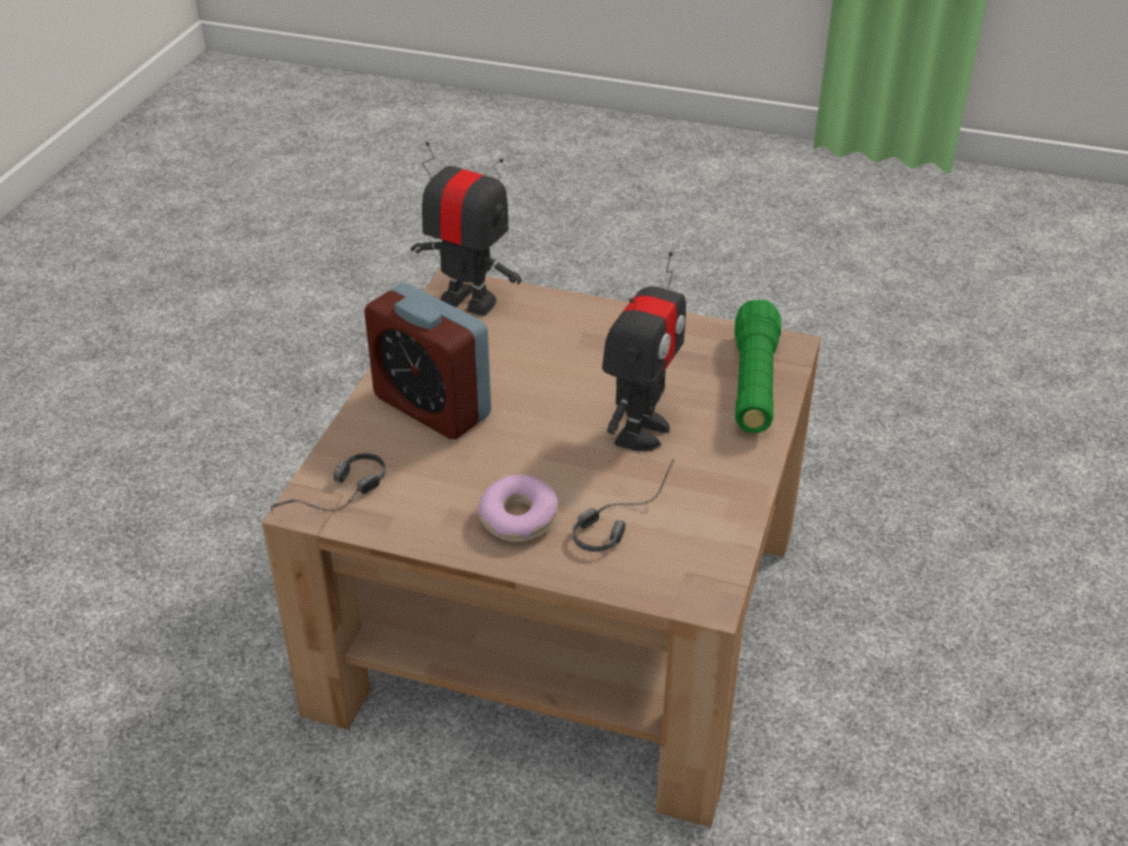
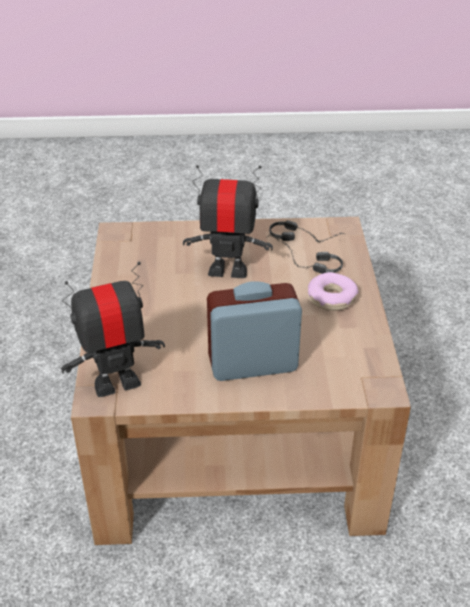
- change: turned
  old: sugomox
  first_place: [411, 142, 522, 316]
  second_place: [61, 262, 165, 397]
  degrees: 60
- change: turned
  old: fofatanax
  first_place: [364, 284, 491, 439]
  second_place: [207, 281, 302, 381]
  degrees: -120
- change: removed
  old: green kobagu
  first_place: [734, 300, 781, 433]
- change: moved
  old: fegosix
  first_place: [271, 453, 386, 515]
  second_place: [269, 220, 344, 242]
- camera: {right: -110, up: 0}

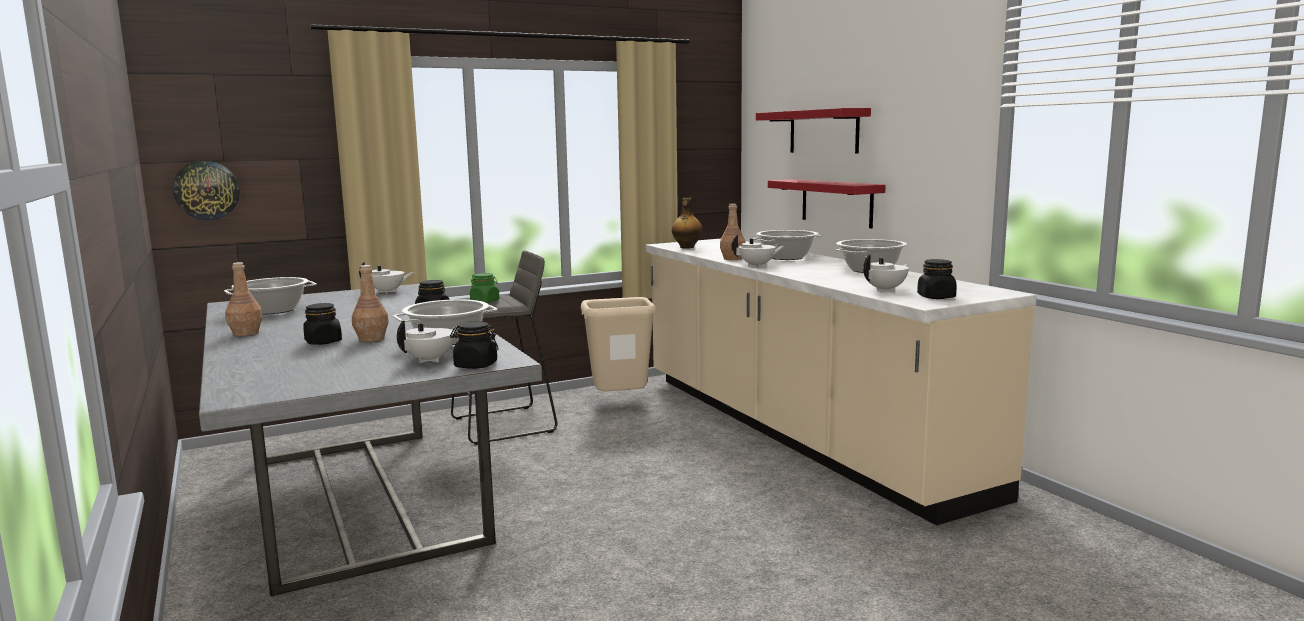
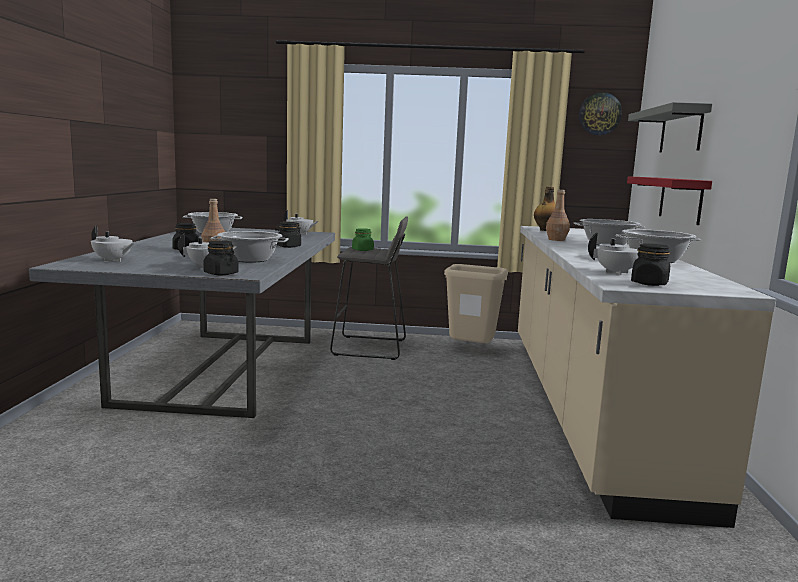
- change: recoloured
  old: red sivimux
  new: grey sivimux
  first_place: [756, 108, 871, 154]
  second_place: [628, 102, 712, 153]
- change: moved
  old: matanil
  first_place: [173, 160, 240, 220]
  second_place: [579, 92, 622, 135]
- change: moved
  old: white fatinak
  first_place: [732, 234, 784, 267]
  second_place: [91, 226, 135, 262]
- change: removed
  old: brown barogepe
  first_place: [225, 262, 263, 336]
- camera: {right: 30, up: 0}

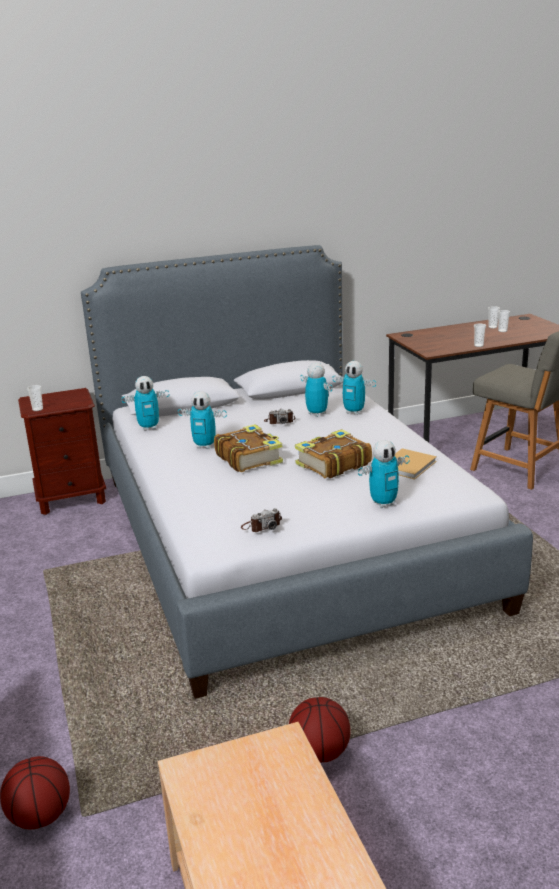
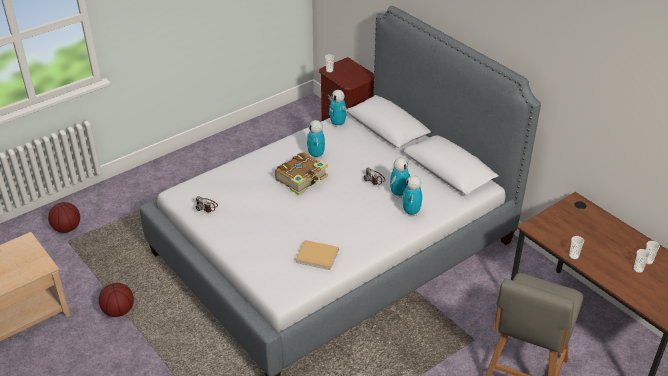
- change: removed
  old: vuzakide
  first_place: [295, 429, 372, 478]
- change: removed
  old: sugomox
  first_place: [358, 440, 410, 508]
- camera: {right: 70, up: 15}

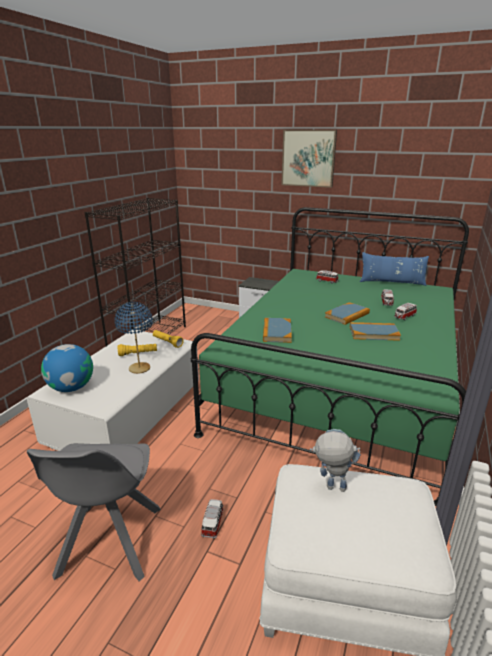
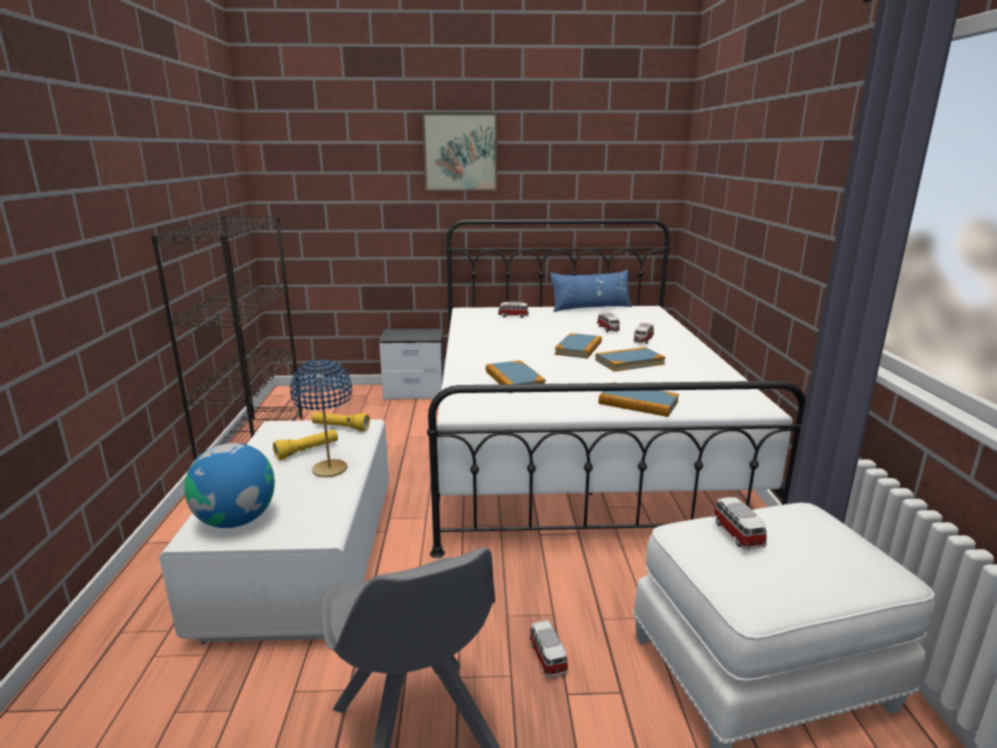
- change: recoloured
  old: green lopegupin
  new: white lopegupin
  first_place: [191, 207, 469, 506]
  second_place: [427, 219, 806, 558]
- change: replaced
  old: sugomox
  new: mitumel
  first_place: [310, 429, 361, 492]
  second_place: [713, 497, 767, 550]
- change: added
  new: vuzakide
  second_place: [599, 382, 679, 417]
- camera: {right: -25, up: -5}

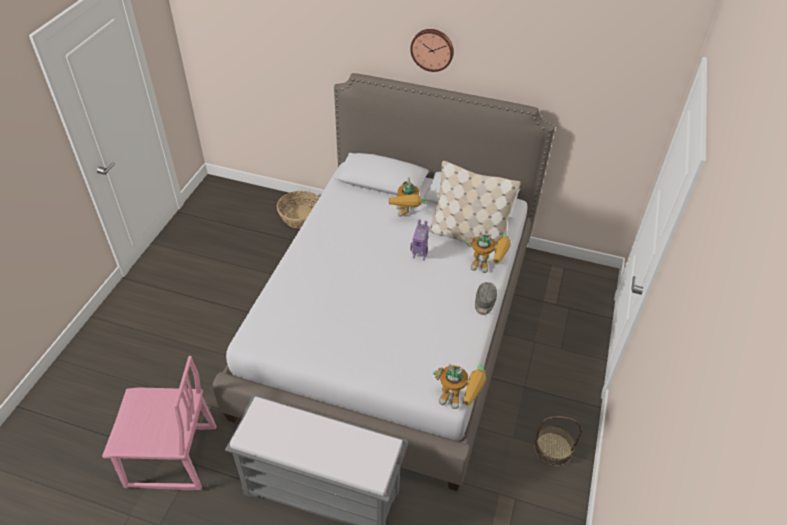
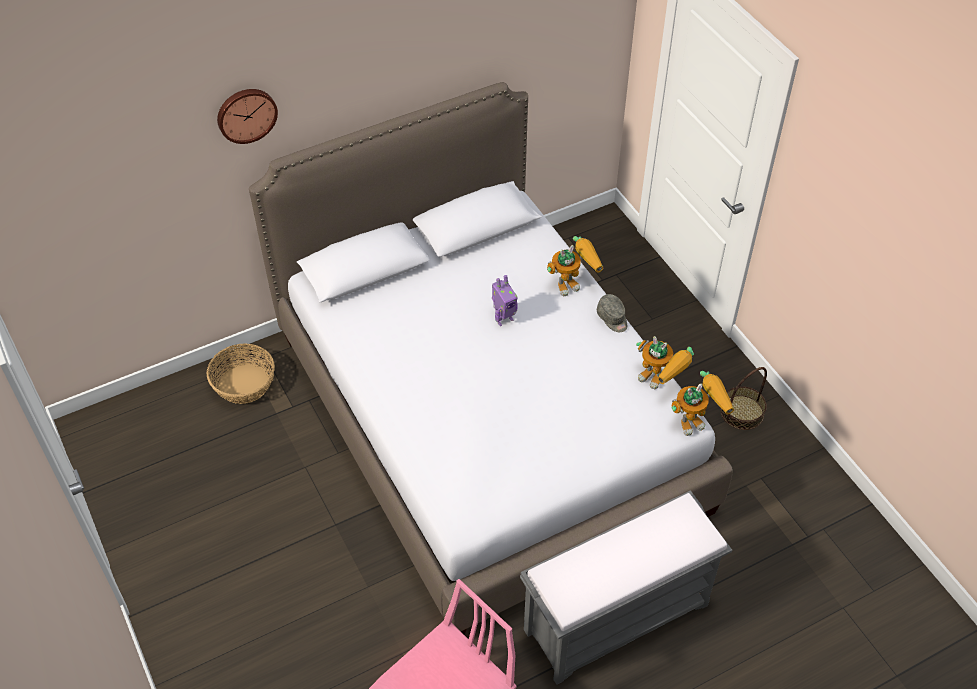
- change: moved
  old: matanil
  first_place: [410, 29, 454, 72]
  second_place: [217, 89, 278, 144]
- change: removed
  old: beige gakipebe
  first_place: [429, 161, 521, 248]
- change: moved
  old: sugomox
  first_place: [389, 177, 427, 217]
  second_place: [636, 336, 694, 390]
- camera: {right: -45, up: 5}

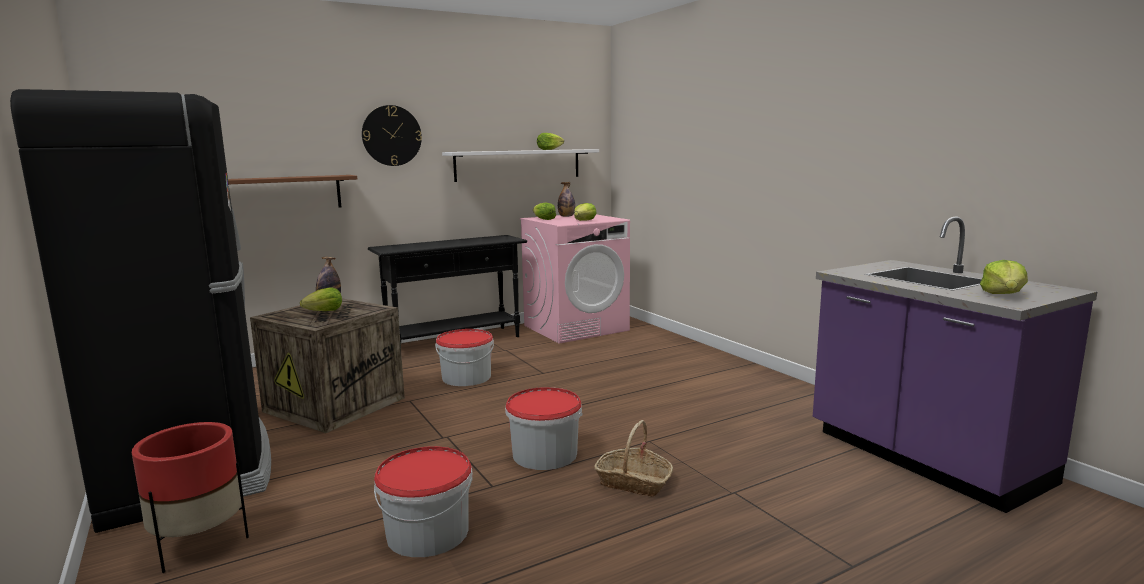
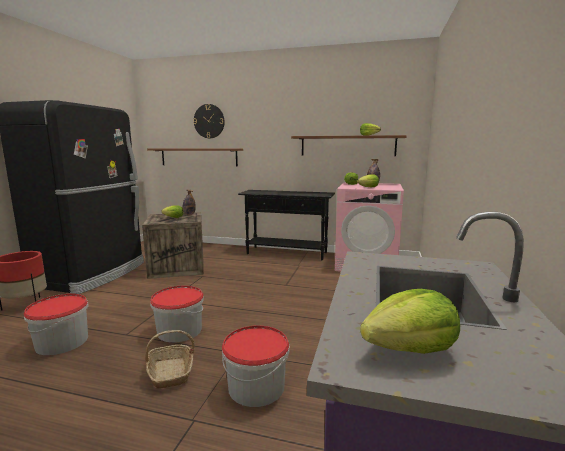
- change: moved
  old: matanil
  first_place: [362, 105, 422, 166]
  second_place: [193, 104, 225, 138]
- change: recoloured
  old: white sivimux
  new: brown sivimux
  first_place: [442, 149, 599, 182]
  second_place: [291, 135, 407, 156]
- change: moved
  old: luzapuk
  first_place: [435, 329, 494, 386]
  second_place: [222, 326, 290, 407]
- camera: {right: 45, up: 0}

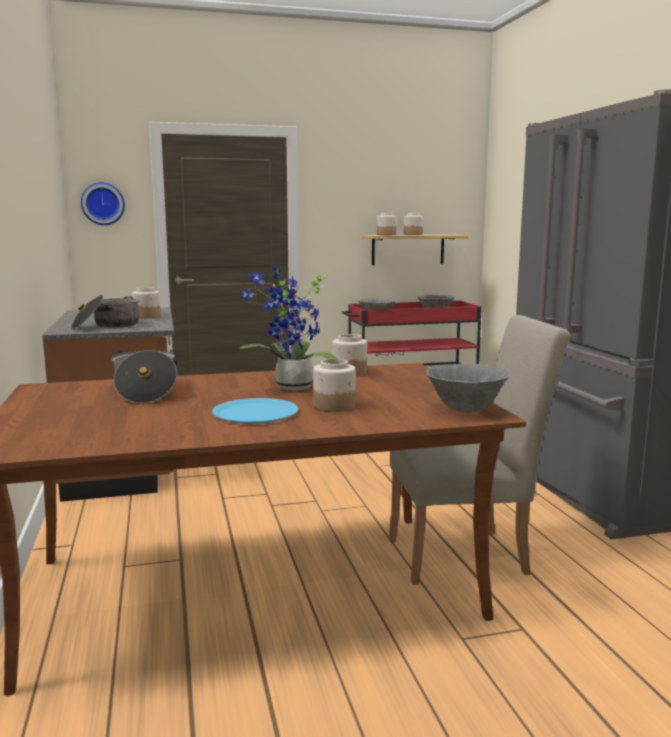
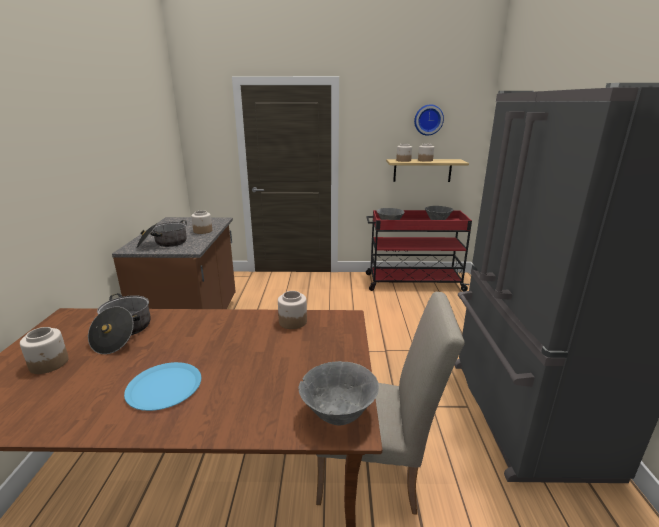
- change: moved
  old: matanil
  first_place: [81, 182, 125, 225]
  second_place: [414, 104, 444, 136]
- change: removed
  old: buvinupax
  first_place: [240, 265, 338, 390]
- change: moved
  old: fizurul
  first_place: [313, 359, 356, 412]
  second_place: [20, 327, 69, 374]
- camera: {right: 15, up: 10}

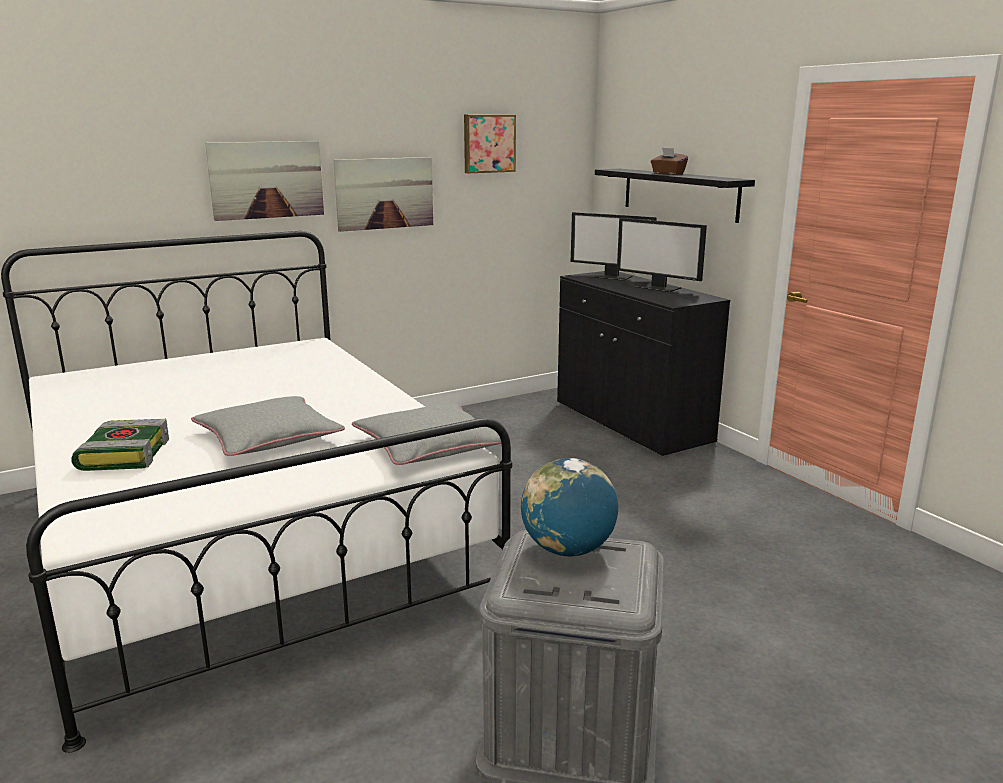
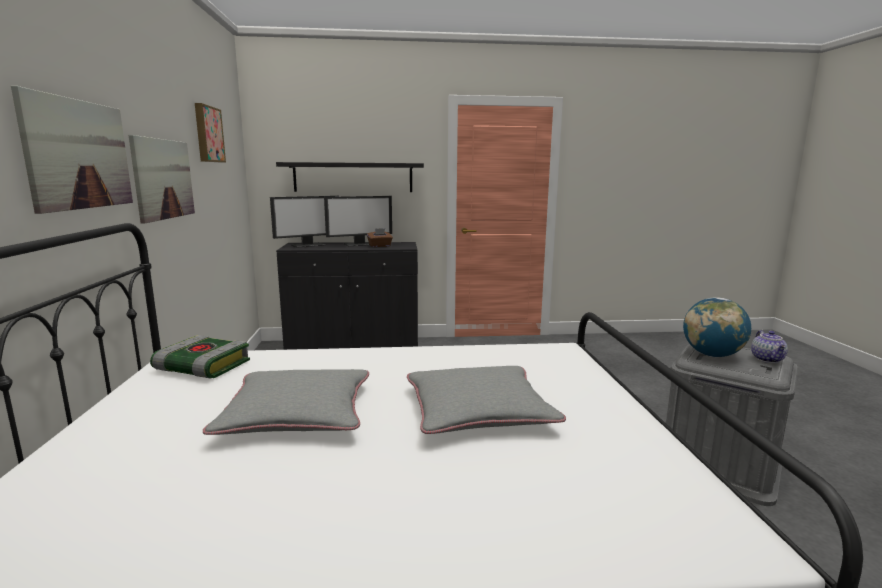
- change: moved
  old: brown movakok
  first_place: [651, 148, 688, 175]
  second_place: [367, 228, 393, 247]
- change: moved
  old: grey gakipebe
  first_place: [352, 403, 502, 465]
  second_place: [203, 369, 369, 435]
- change: moved
  old: vuzakide
  first_place: [71, 419, 169, 471]
  second_place: [150, 335, 250, 379]
- change: added
  new: fatinak
  second_place: [751, 330, 788, 363]
- camera: {right: -65, up: -5}

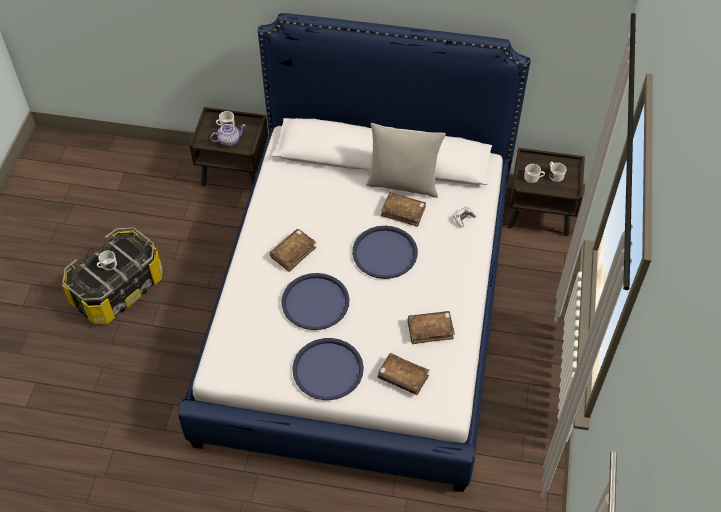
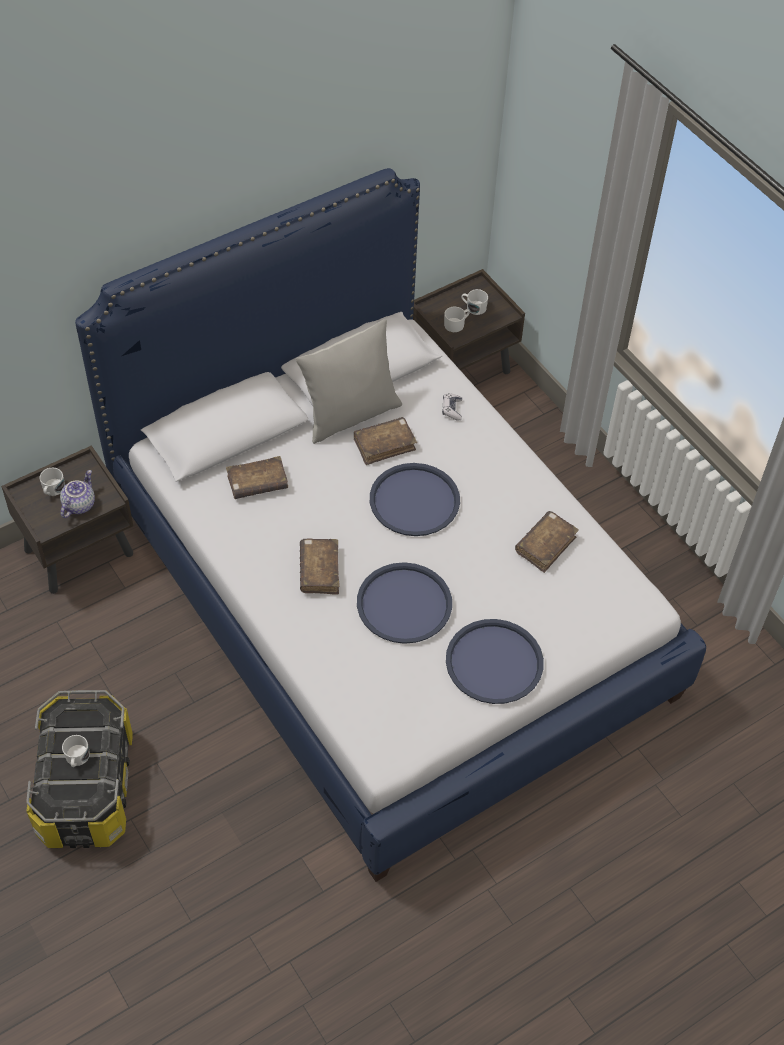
- change: moved
  old: brown vuzakide
  first_place: [378, 353, 429, 395]
  second_place: [226, 456, 288, 499]
- camera: {right: -45, up: 0}

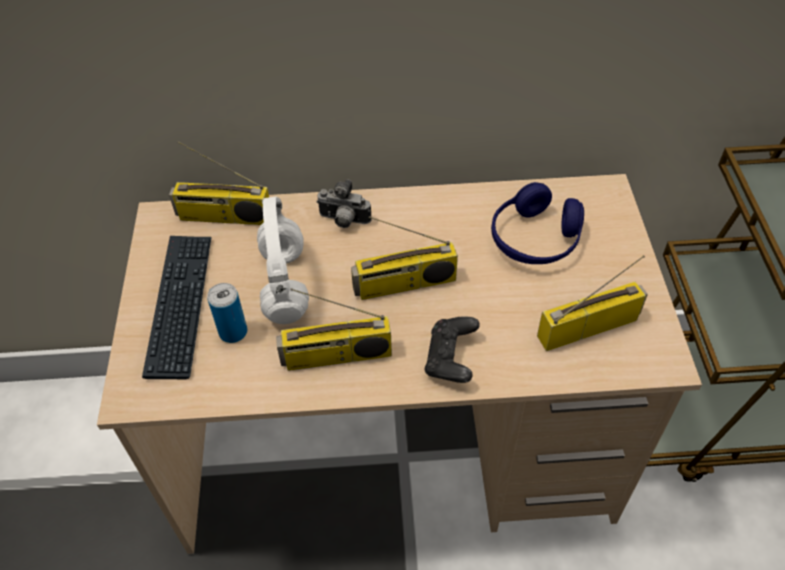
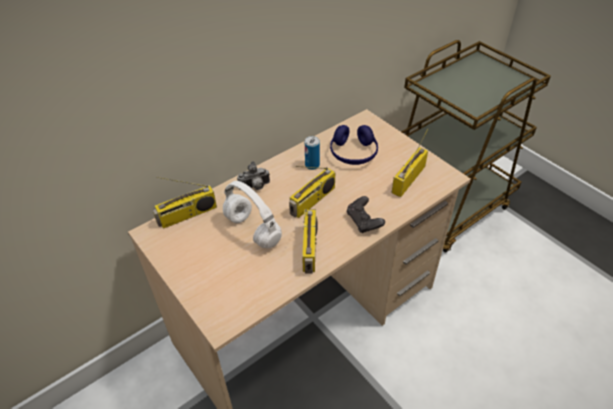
- change: removed
  old: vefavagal
  first_place: [142, 236, 212, 379]
- change: moved
  old: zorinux
  first_place: [207, 283, 247, 343]
  second_place: [305, 136, 320, 170]
- change: turned
  old: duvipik
  first_place: [276, 288, 392, 371]
  second_place: [302, 209, 318, 273]
  degrees: -45
- camera: {right: -35, up: -5}

